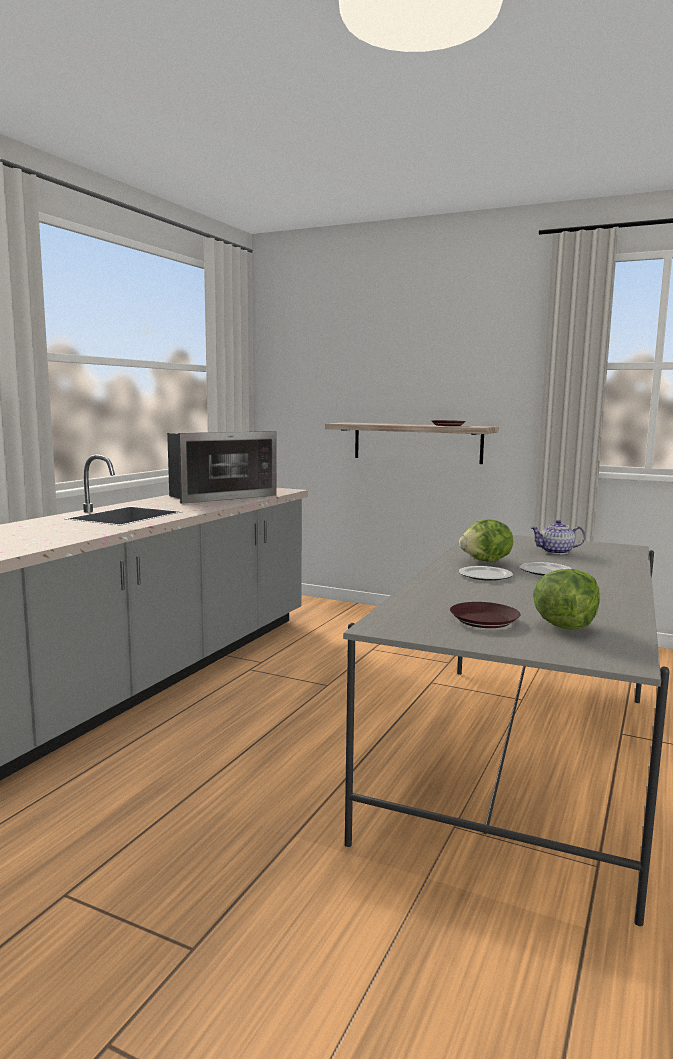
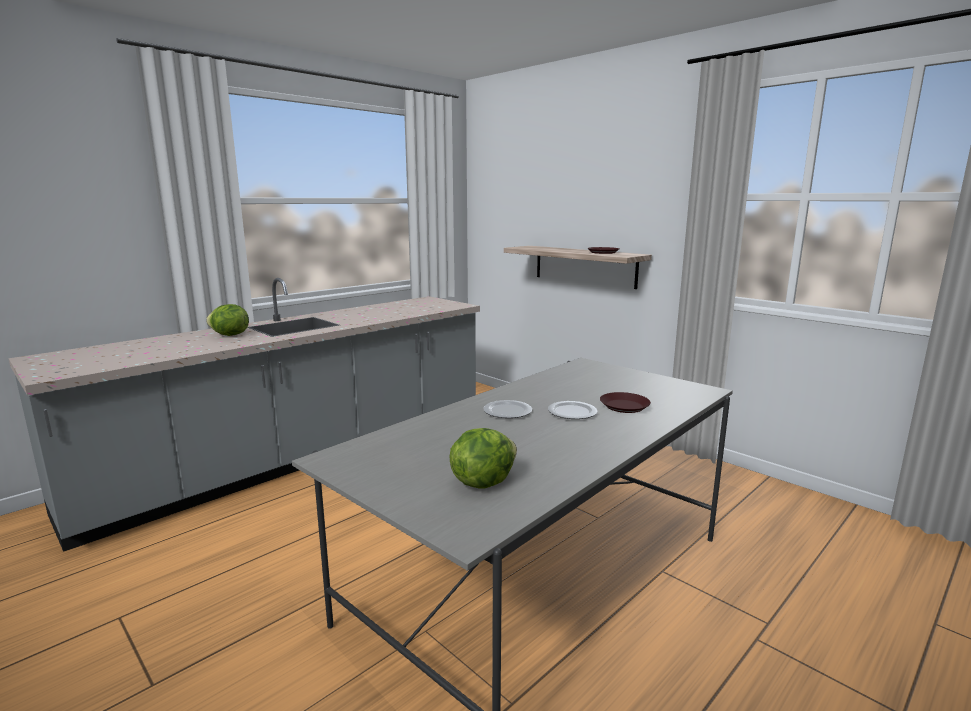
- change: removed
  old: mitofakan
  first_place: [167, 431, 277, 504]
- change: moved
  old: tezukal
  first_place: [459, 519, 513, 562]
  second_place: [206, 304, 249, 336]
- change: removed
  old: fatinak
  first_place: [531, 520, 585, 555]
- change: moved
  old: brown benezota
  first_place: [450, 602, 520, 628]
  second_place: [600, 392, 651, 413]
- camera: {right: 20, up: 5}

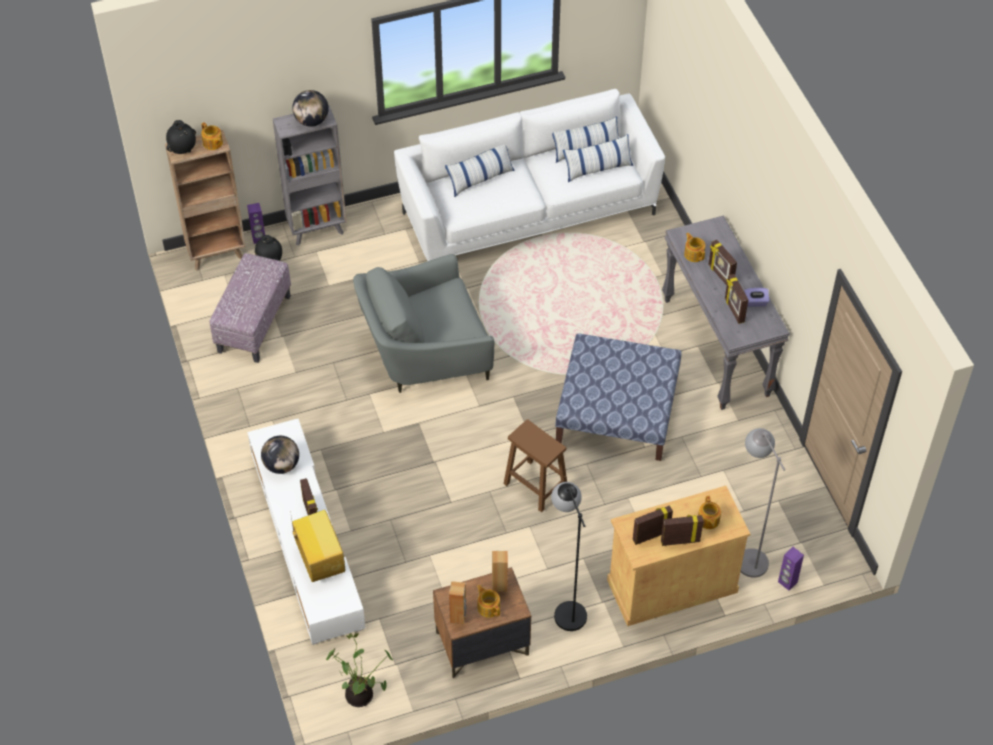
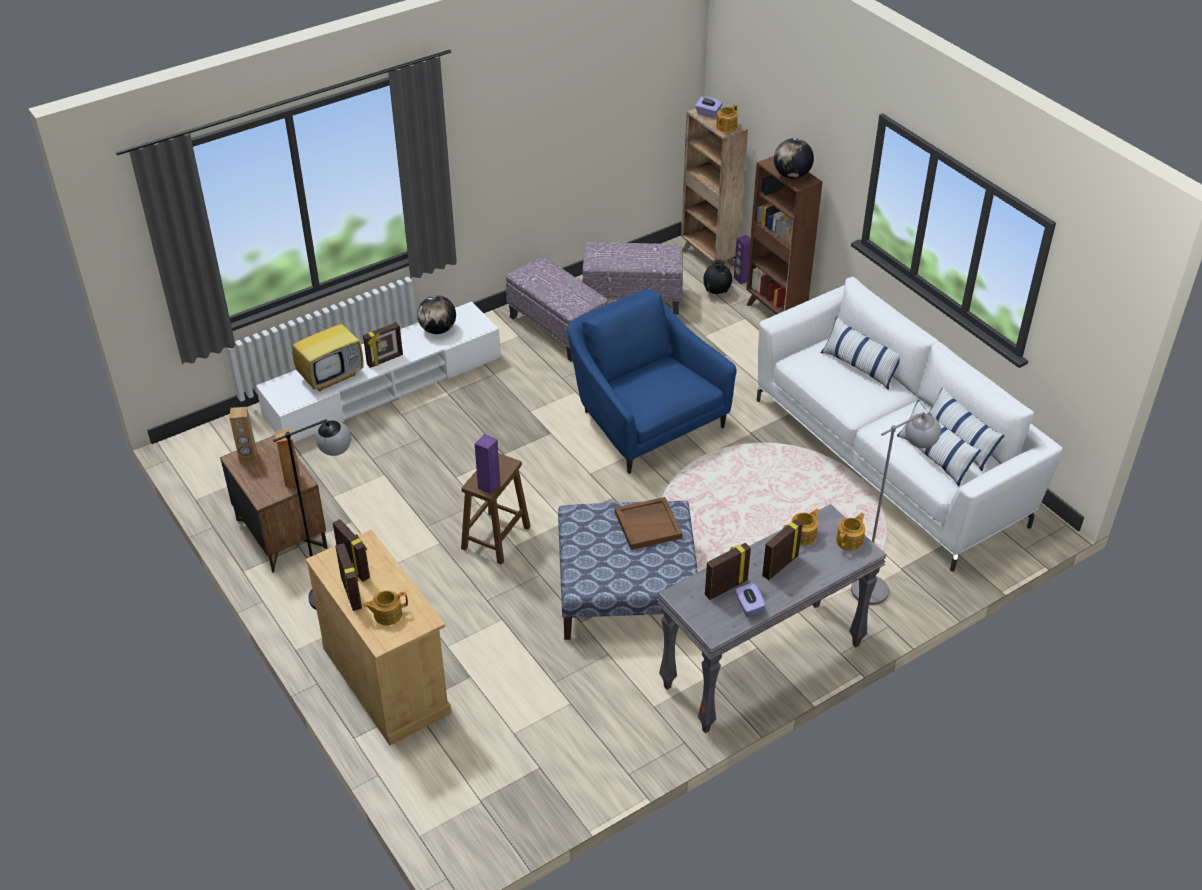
- change: recoloured
  old: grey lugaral
  new: brown lugaral
  first_place: [273, 105, 347, 246]
  second_place: [746, 156, 823, 315]
- change: replaced
  old: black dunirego
  new: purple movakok
  first_place: [166, 120, 196, 154]
  second_place: [695, 96, 722, 118]
- change: recoloured
  old: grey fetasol
  new: blue fetasol
  first_place: [353, 254, 495, 393]
  second_place: [567, 289, 736, 474]
- change: moved
  old: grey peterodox
  first_place: [740, 428, 785, 578]
  second_place: [851, 412, 941, 605]
- change: moved
  old: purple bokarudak
  first_place: [778, 547, 804, 591]
  second_place: [475, 434, 500, 494]
- change: moved
  old: fatinak
  first_place: [477, 585, 500, 618]
  second_place: [836, 513, 865, 551]
- change: removed
  old: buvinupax
  first_place: [326, 633, 393, 707]
- change: added
  new: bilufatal
  second_place: [506, 257, 608, 362]
- change: added
  new: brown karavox
  second_place: [615, 497, 683, 550]
- camera: {right: 75, up: -10}

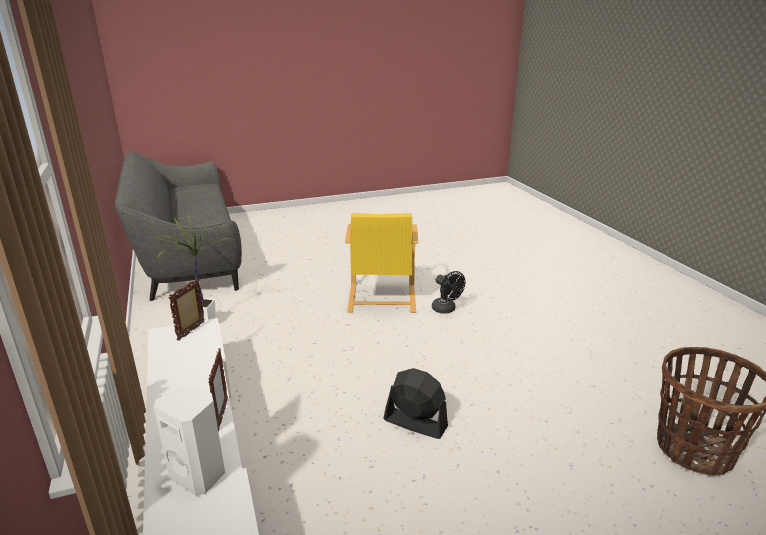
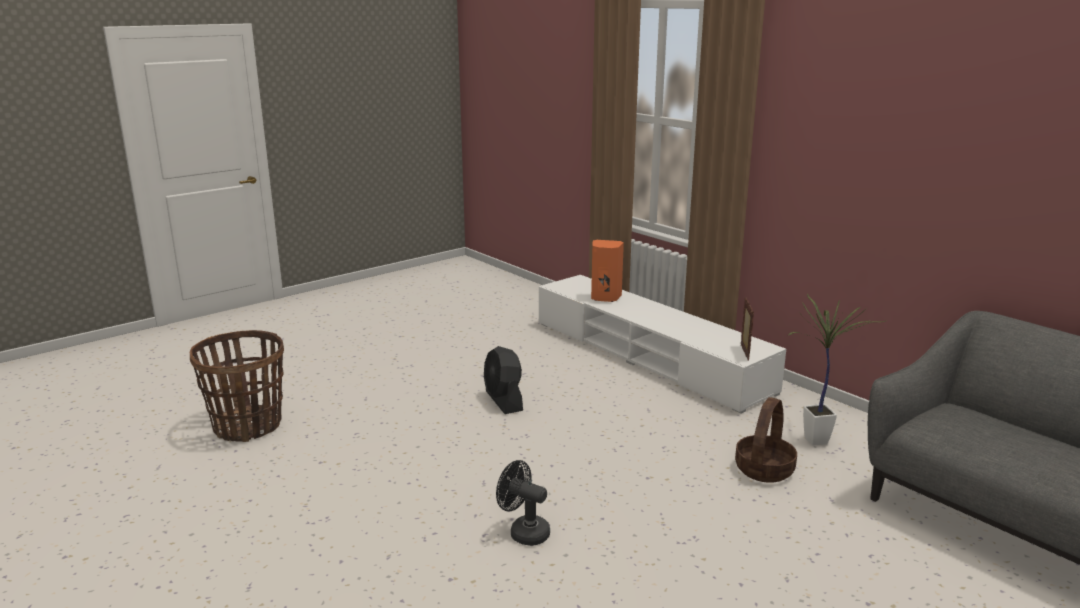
- change: removed
  old: yellow fetasol
  first_place: [345, 213, 418, 313]
- change: removed
  old: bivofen
  first_place: [208, 348, 228, 431]
- change: turned
  old: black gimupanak
  first_place: [383, 368, 448, 439]
  second_place: [484, 346, 523, 414]
  degrees: 60
- change: recoloured
  old: white bokarudak
  new: orange bokarudak
  first_place: [153, 385, 225, 496]
  second_place: [591, 240, 624, 302]
- change: added
  new: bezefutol
  second_place: [735, 397, 797, 483]
- camera: {right: 160, up: -5}

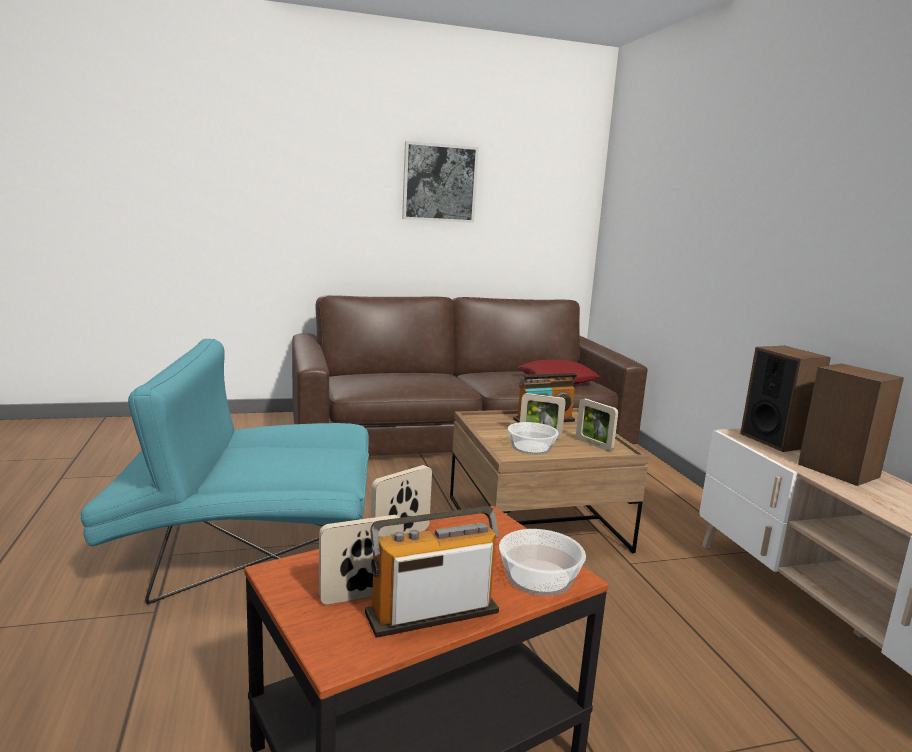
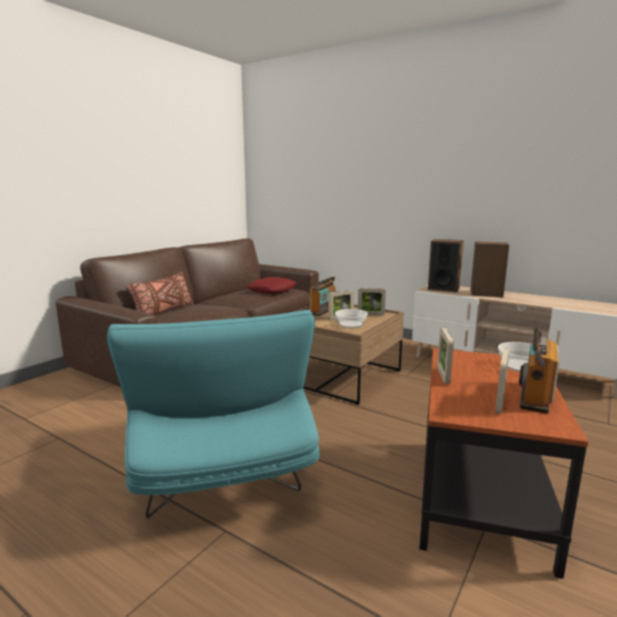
- change: removed
  old: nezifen
  first_place: [402, 141, 479, 223]
- change: turned
  old: turquoise fetasol
  first_place: [80, 339, 369, 604]
  second_place: [107, 310, 319, 518]
  degrees: -60
- change: added
  new: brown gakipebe
  second_place: [126, 272, 193, 315]
- camera: {right: -40, up: 0}

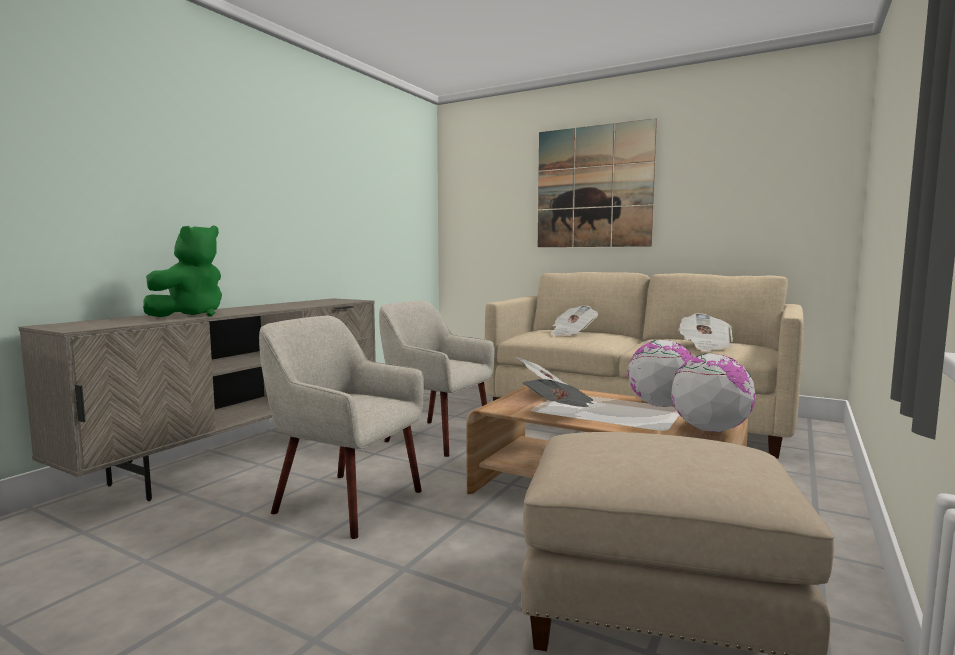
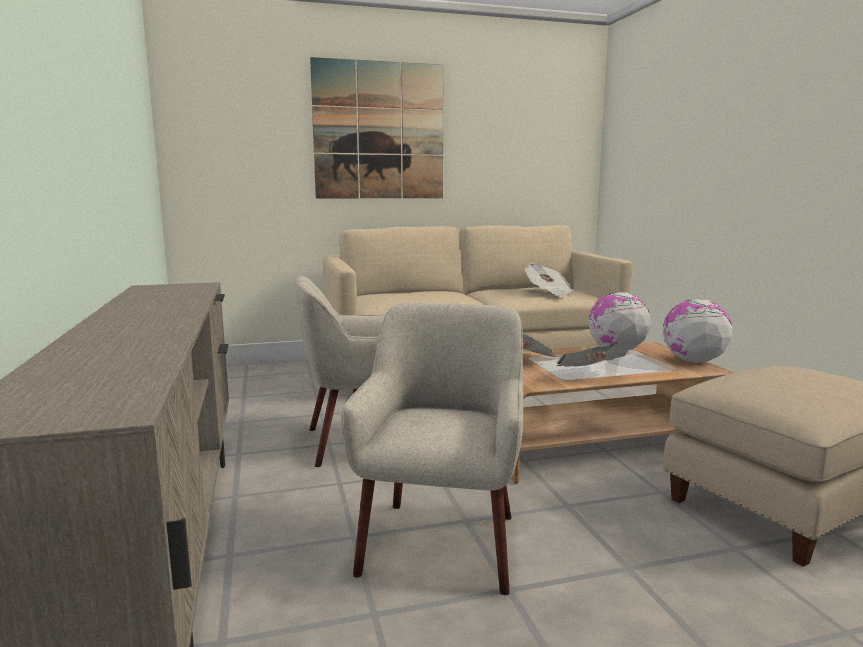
- change: removed
  old: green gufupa
  first_place: [143, 225, 222, 317]
- change: removed
  old: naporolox
  first_place: [551, 305, 598, 336]
- change: turned
  old: beige fetasol
  first_place: [259, 316, 424, 539]
  second_place: [341, 303, 523, 595]
  degrees: 120
- camera: {right: -45, up: 5}

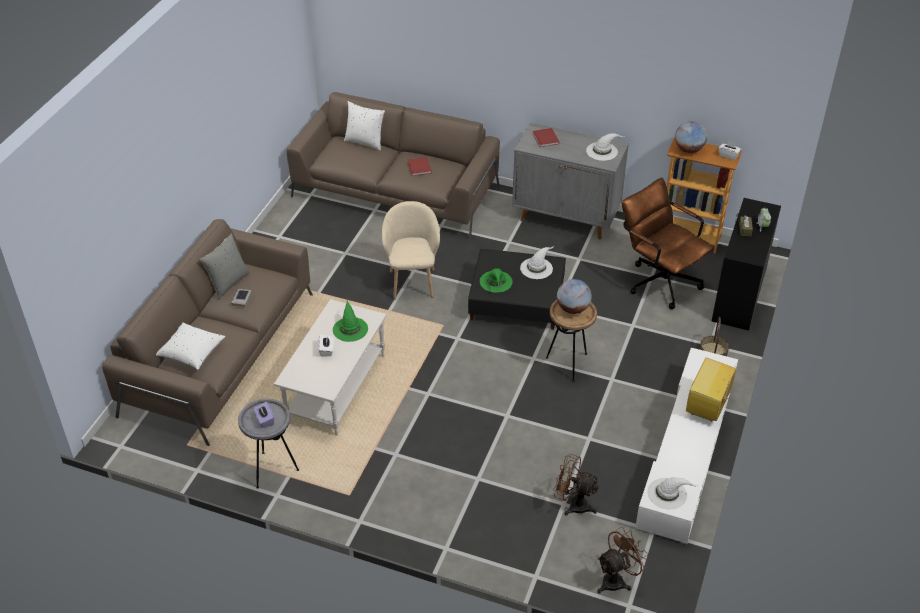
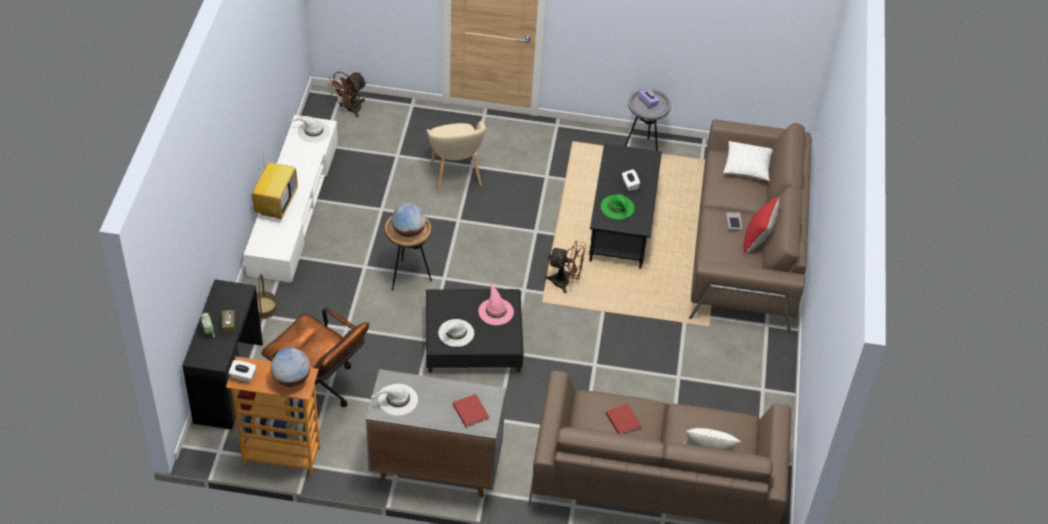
- change: moved
  old: beige fetasol
  first_place: [382, 201, 440, 299]
  second_place: [426, 121, 486, 193]
- change: recoloured
  old: grey gakipebe
  new: red gakipebe
  first_place: [199, 233, 250, 299]
  second_place: [744, 196, 780, 255]
- change: recoloured
  old: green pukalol
  new: pink pukalol
  first_place: [480, 268, 513, 293]
  second_place: [478, 283, 514, 325]
- change: recoloured
  old: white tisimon
  new: black tisimon
  first_place: [274, 299, 387, 436]
  second_place: [589, 143, 662, 269]
- change: moved
  old: brown gimupanak
  first_place: [553, 454, 599, 516]
  second_place: [545, 241, 586, 293]
- camera: {right: 165, up: 5}

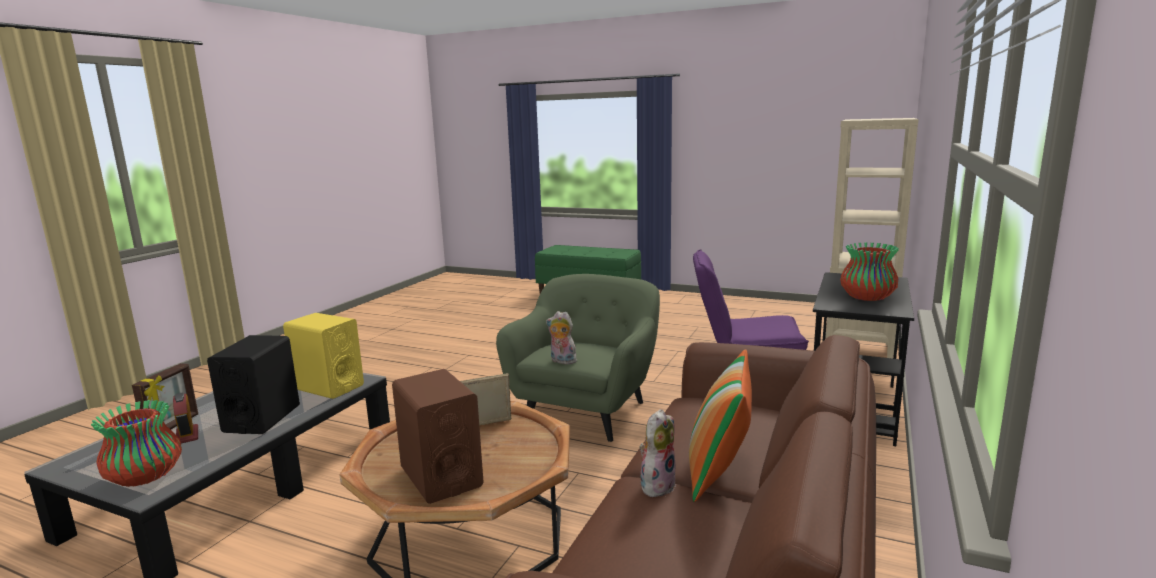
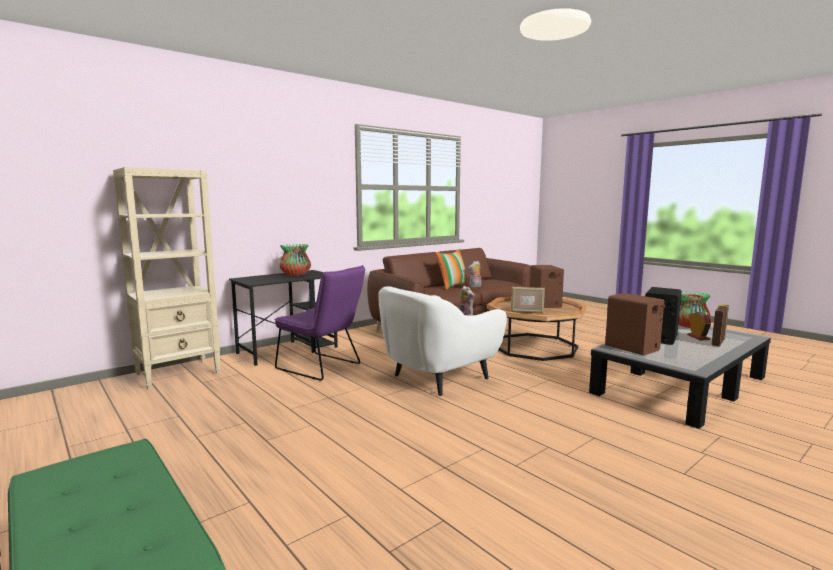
- change: recoloured
  old: green fetasol
  new: white fetasol
  first_place: [496, 274, 660, 442]
  second_place: [378, 287, 507, 396]
- change: recoloured
  old: yellow bokarudak
  new: brown bokarudak
  first_place: [283, 313, 364, 399]
  second_place: [605, 293, 665, 355]
- camera: {right: -155, up: -5}

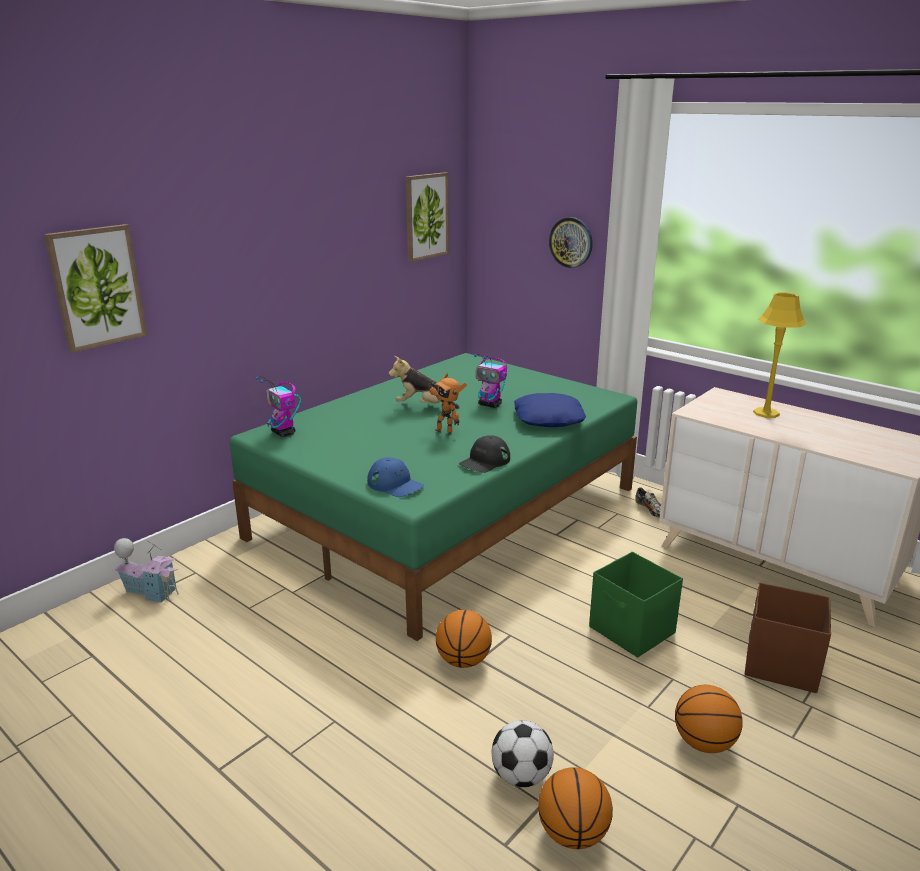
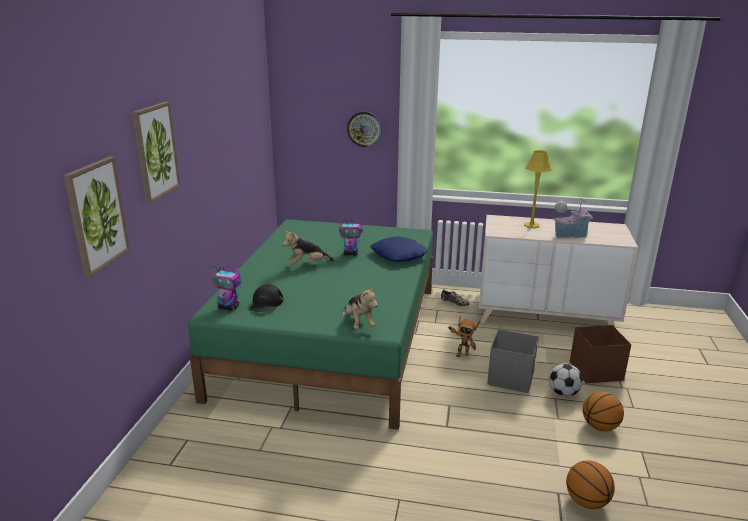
- change: moved
  old: nezifen
  first_place: [406, 172, 449, 262]
  second_place: [132, 102, 181, 204]
- change: moved
  old: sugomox
  first_place: [426, 373, 467, 433]
  second_place: [448, 316, 480, 357]
- change: moved
  old: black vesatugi
  first_place: [459, 435, 510, 473]
  second_place: [249, 284, 283, 313]
- change: replaced
  old: blue vesatugi
  new: gufupa
  first_place: [367, 457, 424, 497]
  second_place: [342, 285, 378, 329]
- change: moved
  old: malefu
  first_place: [114, 538, 179, 603]
  second_place: [553, 198, 593, 238]
- change: recoloured
  old: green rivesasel
  new: grey rivesasel
  first_place: [589, 552, 683, 658]
  second_place: [487, 329, 539, 393]
- change: removed
  old: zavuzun
  first_place: [436, 610, 492, 668]
- change: moved
  old: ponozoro
  first_place: [492, 720, 554, 787]
  second_place: [549, 363, 583, 397]
- camera: {right: -30, up: 0}

